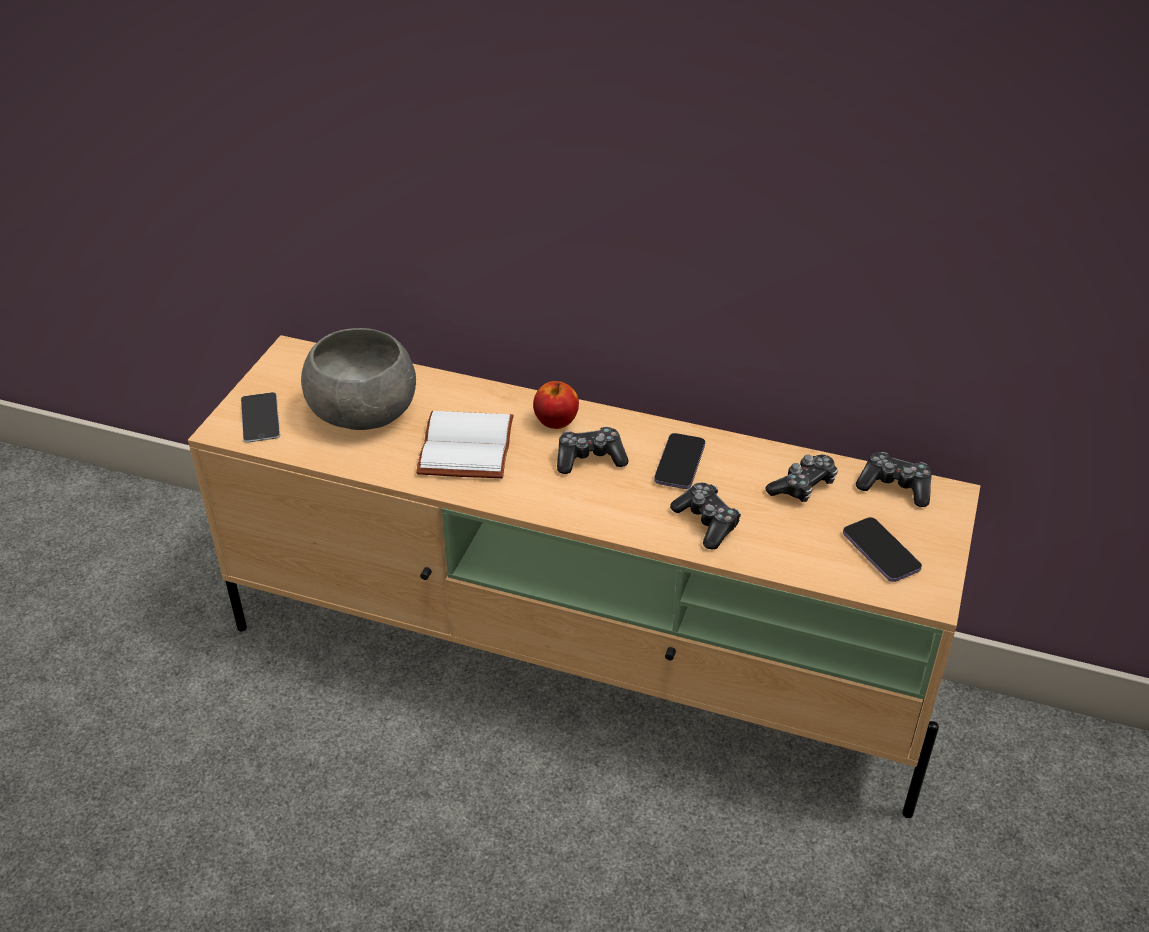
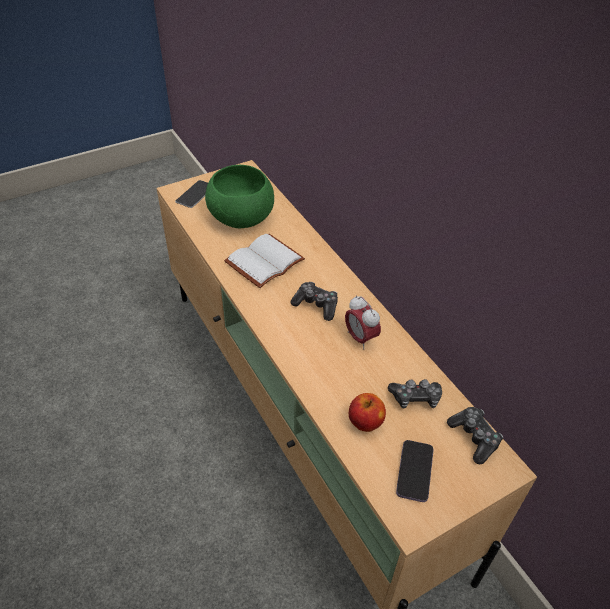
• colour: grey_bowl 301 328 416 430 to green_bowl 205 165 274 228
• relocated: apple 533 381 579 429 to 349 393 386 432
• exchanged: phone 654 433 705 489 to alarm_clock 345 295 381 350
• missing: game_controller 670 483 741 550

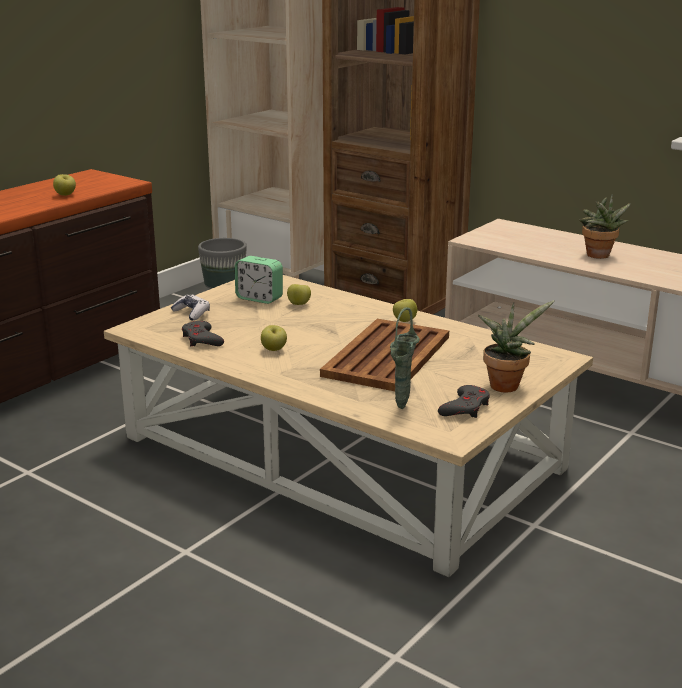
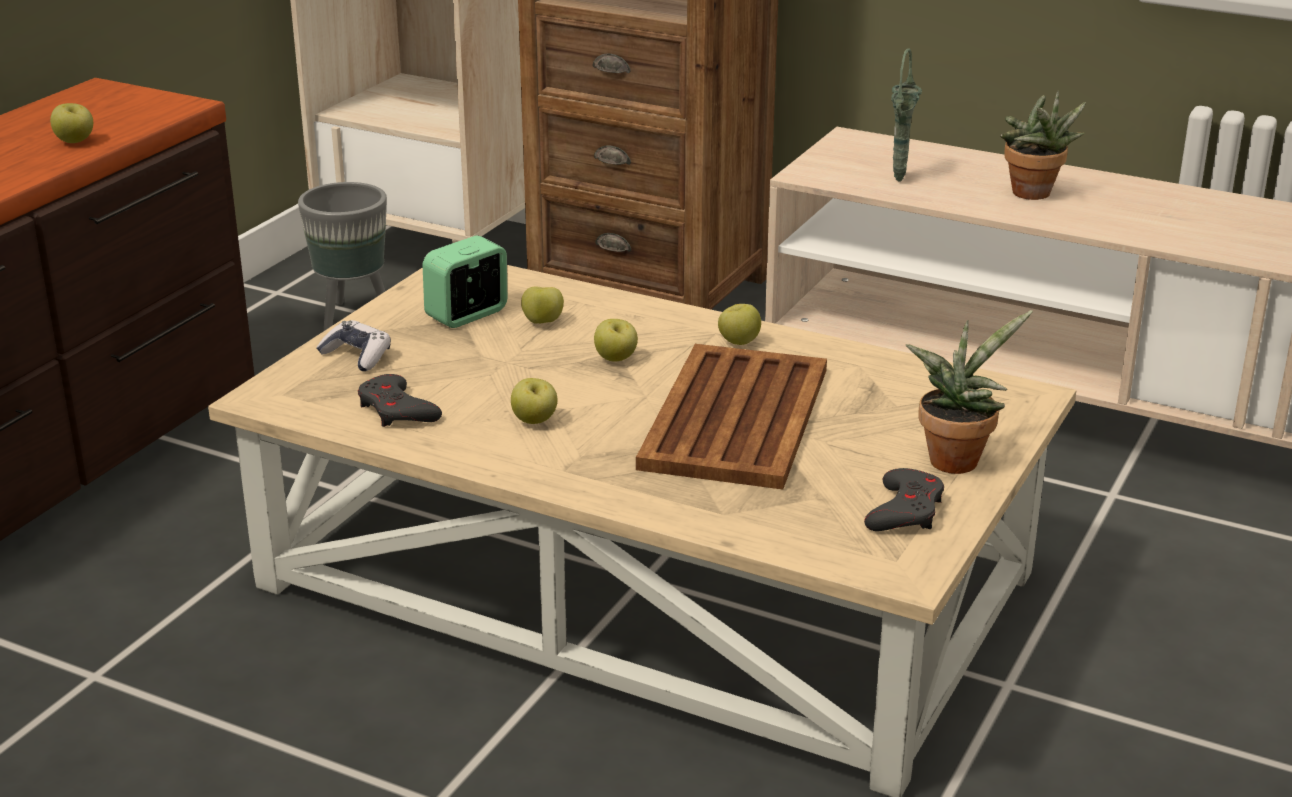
• spun: alarm_clock 235 256 283 304 = 423 235 507 328 120 degrees clockwise
• relocated: green_vase 390 307 420 409 to 891 48 922 182
• appeared: apple 594 319 638 362

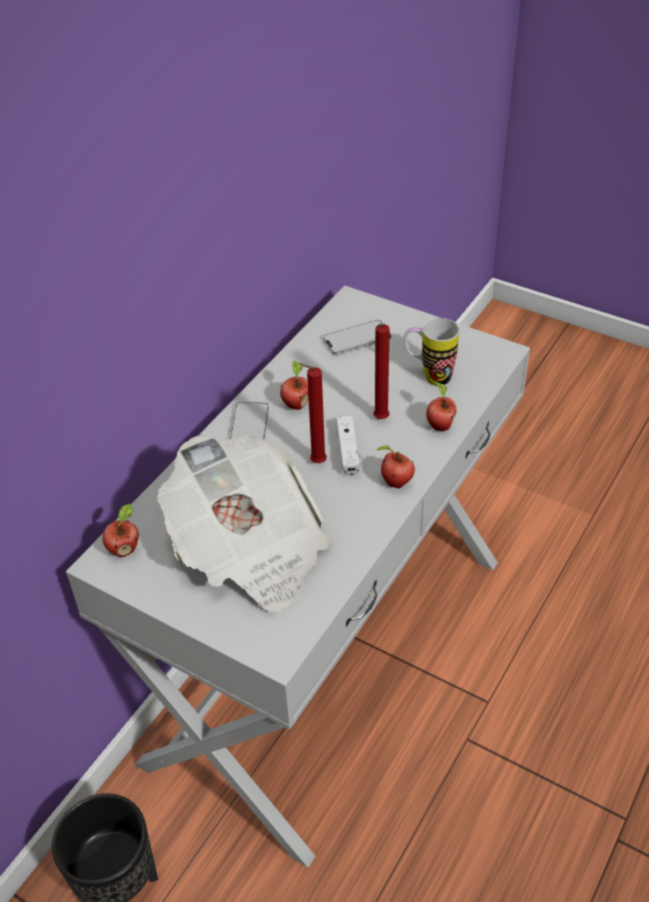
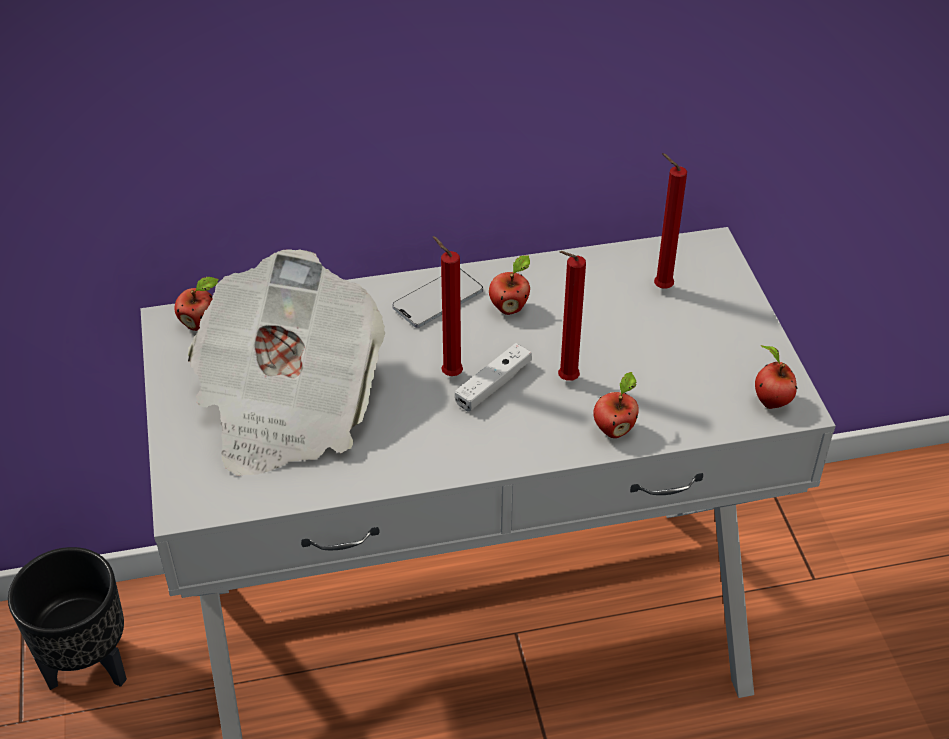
• exchanged: phone 323 320 391 355 to red_candle 654 153 687 289
• relocated: apple 376 445 415 488 to 755 345 797 409
• missing: mug 404 318 459 386

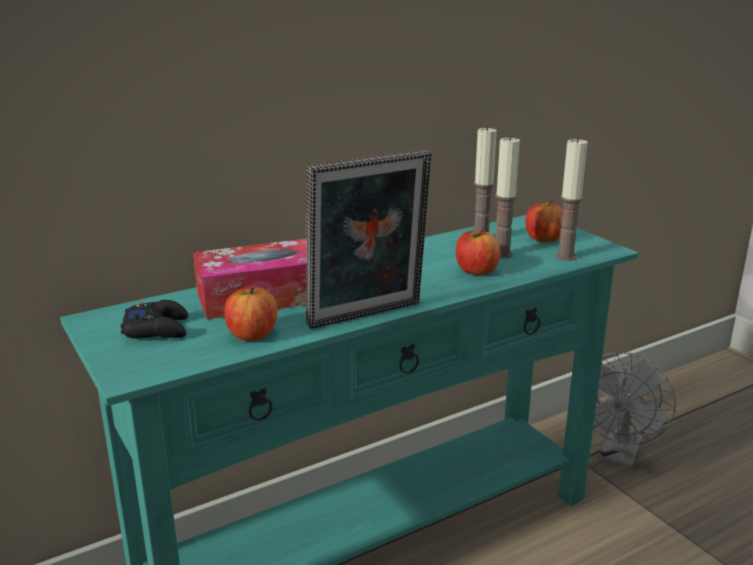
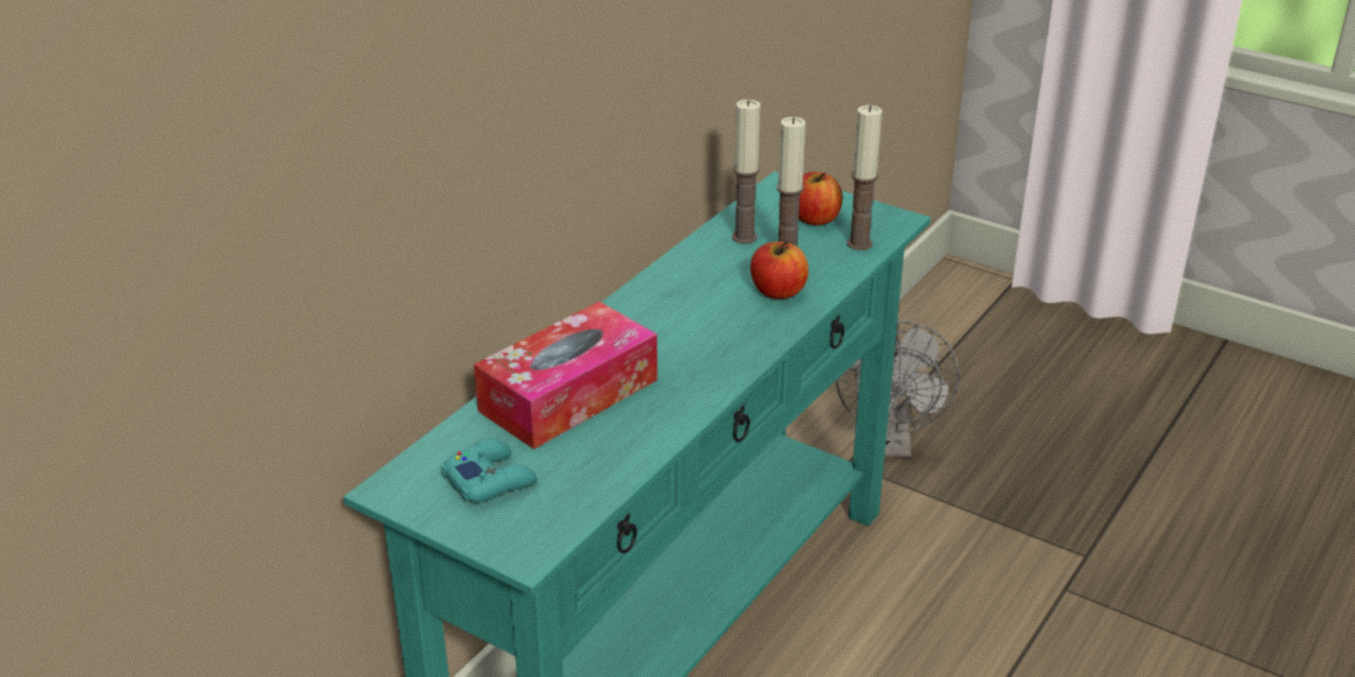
• colour: black_game_controller 121 300 188 339 to turquoise_game_controller 441 438 537 503
• missing: apple 224 286 277 341
• missing: picture_frame 306 149 432 329

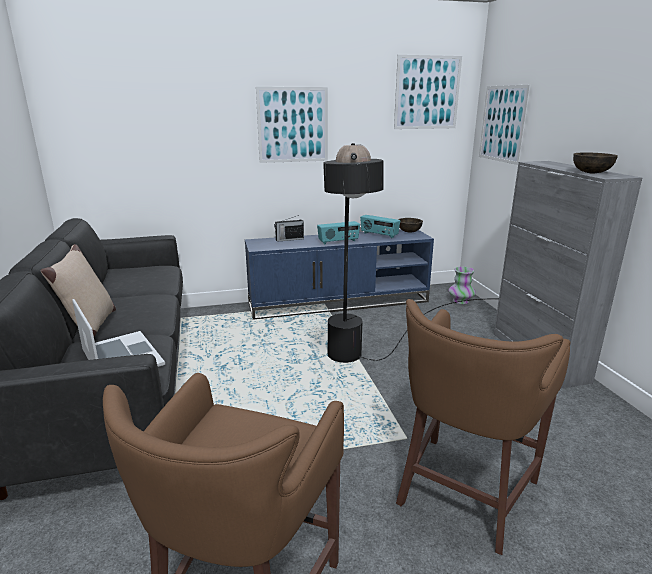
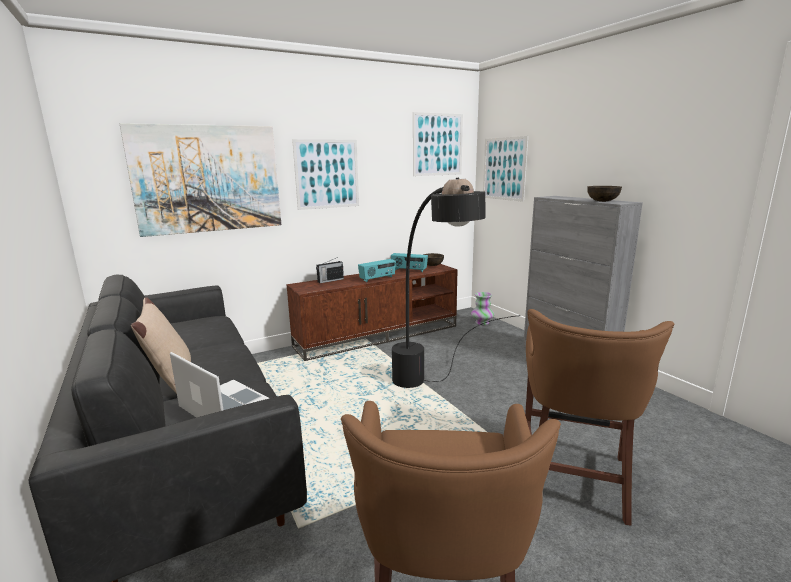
• colour: blue_tv_stand 245 229 434 320 to brown_tv_stand 286 264 458 361
• appeared: picture 119 123 281 237

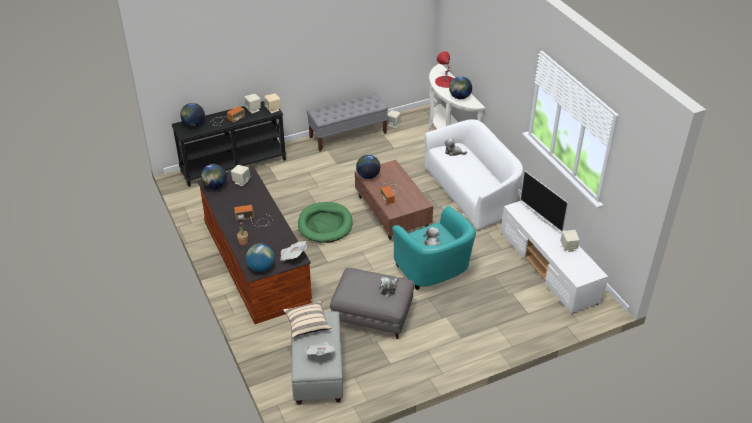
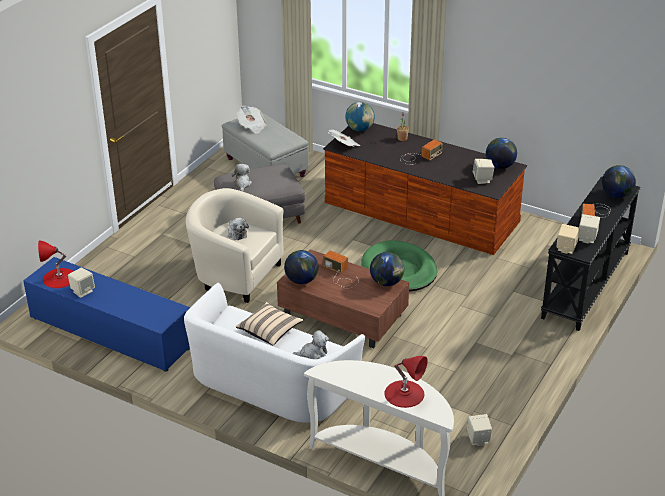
• relocated: beige_pillow 283 301 331 338 to 236 302 304 346
• missing: grey_bench 307 93 388 151
• colour: turquoise_armchair 392 206 476 290 to beige_armchair 186 188 284 303
• relocated: globe 449 76 472 100 to 284 250 319 284
• colour: white_tv_stand 501 201 608 314 to blue_tv_stand 23 257 190 372
• missing: television 520 170 568 231
• appeared: red_table_lamp 38 241 74 288

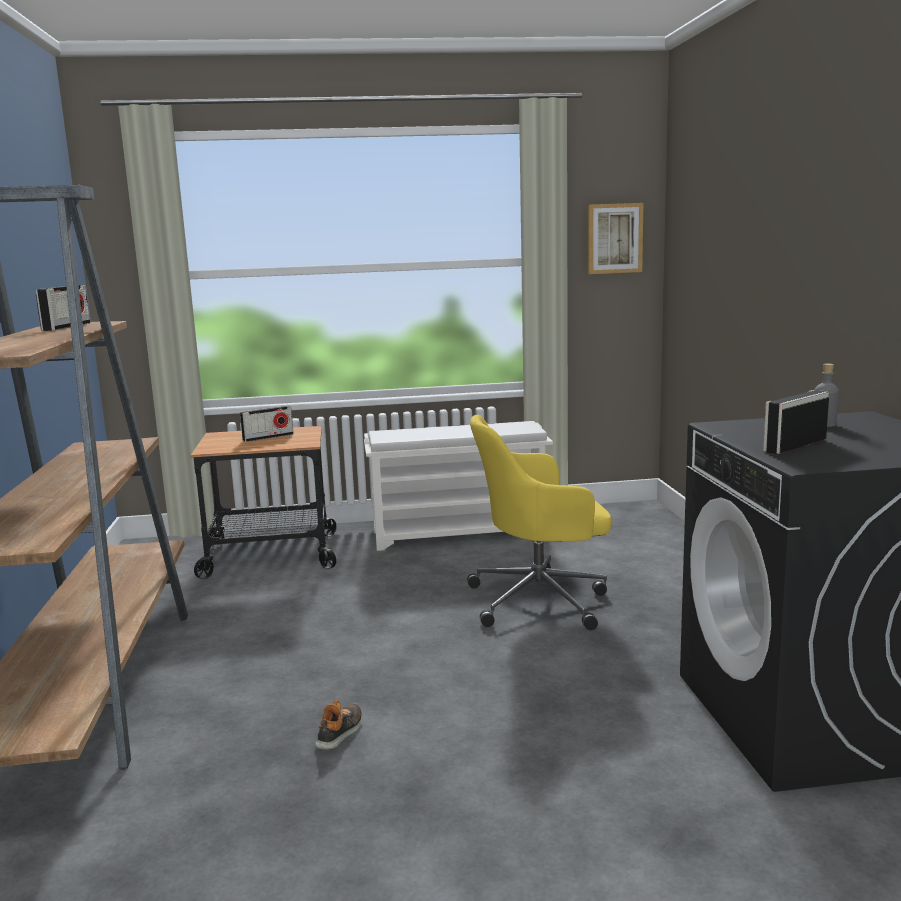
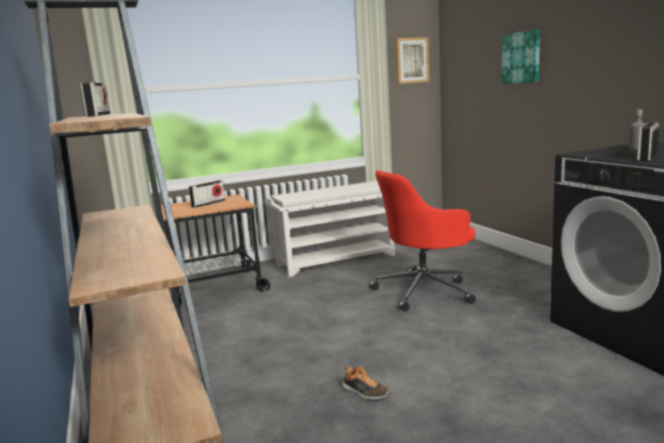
• spun: shoe 315 700 362 750 = 343 366 391 400 120 degrees clockwise
• colour: yellow_office_chair 467 415 612 630 to red_office_chair 369 170 476 312
• appeared: picture 502 29 540 84

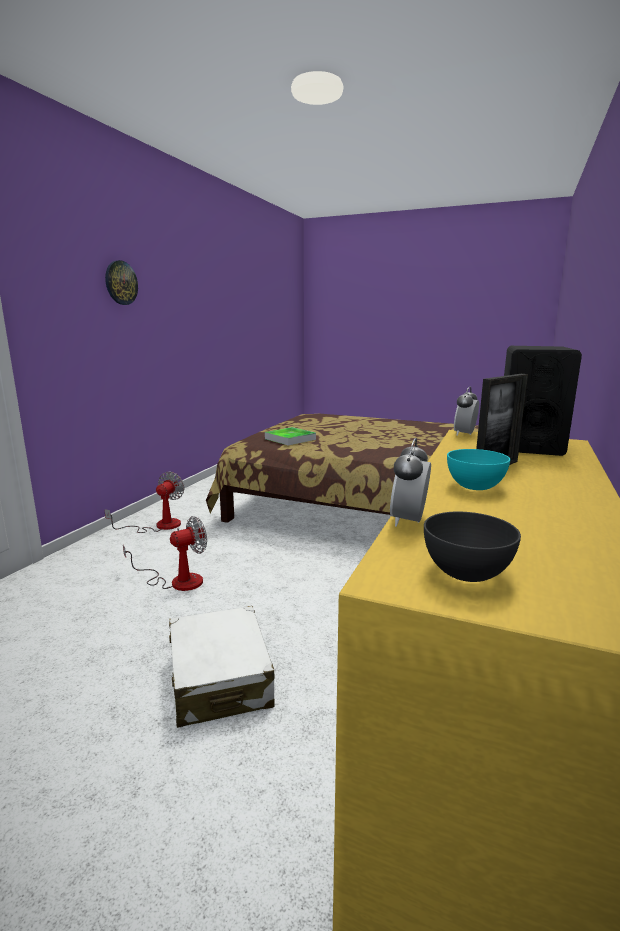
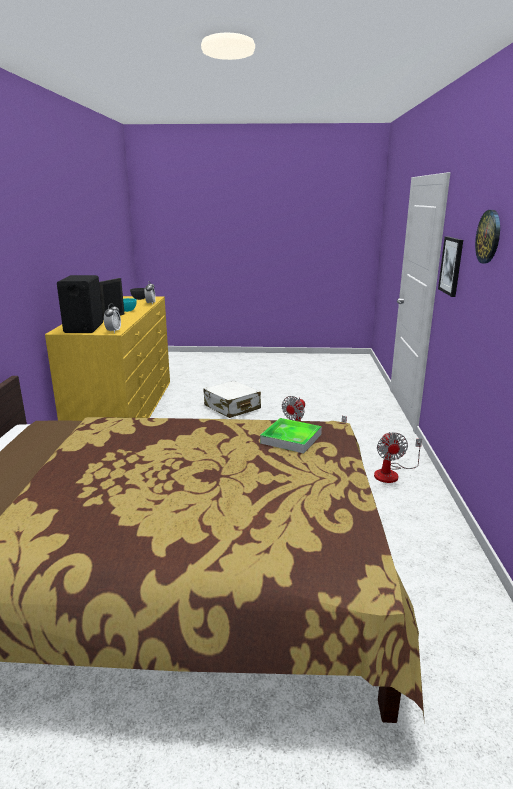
• appeared: picture 438 237 463 297

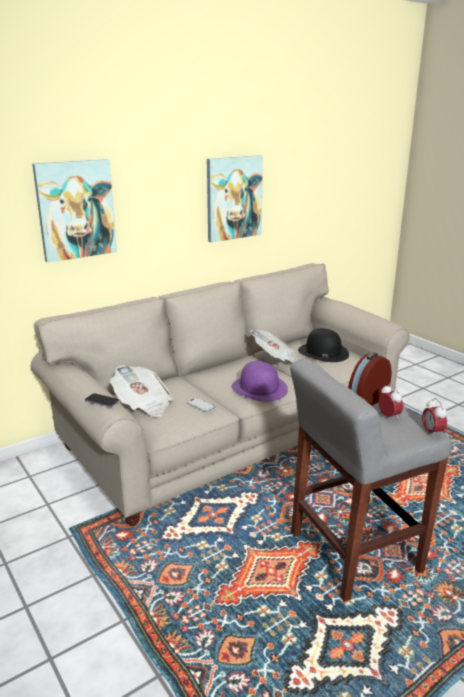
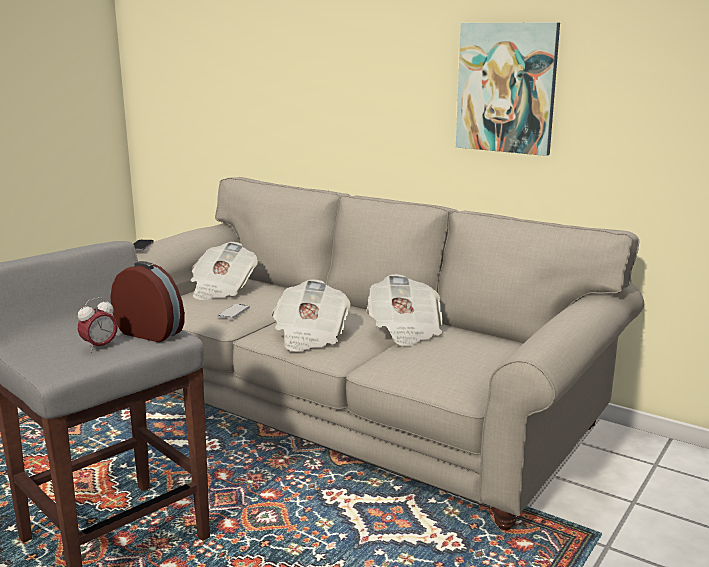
• missing: picture 32 159 117 263
• exchanged: purple_hat 231 361 288 401 to newspaper 272 279 351 351
• missing: black_hat 298 328 349 362
• missing: alarm_clock 422 398 447 438

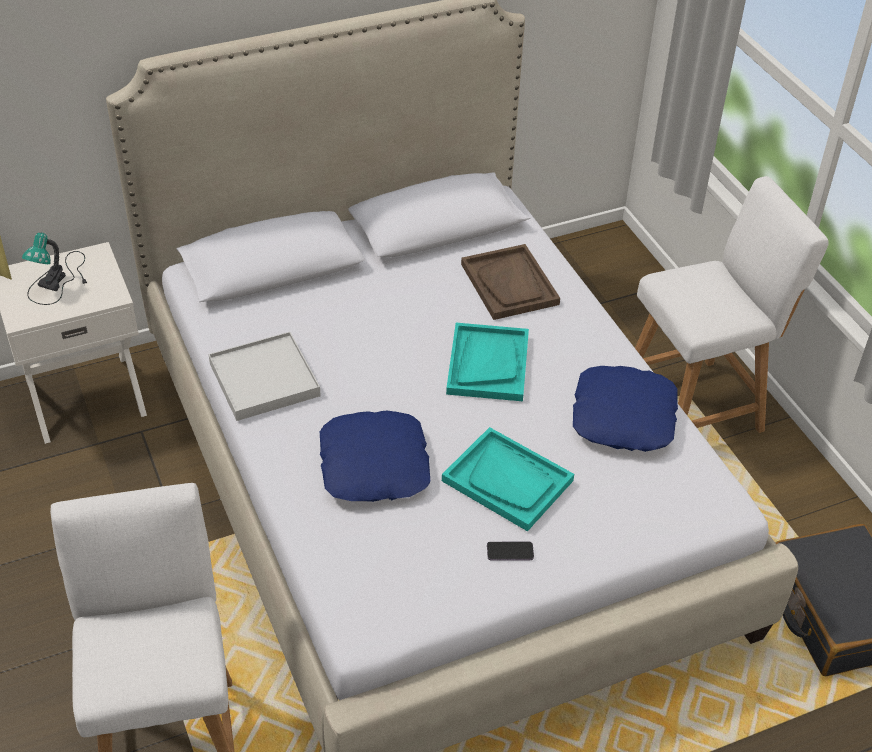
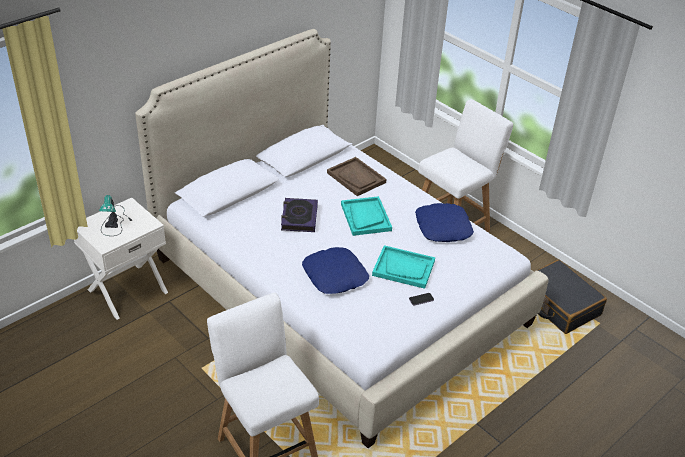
• missing: white_tray 208 332 321 421
• appeared: book 281 198 318 232

